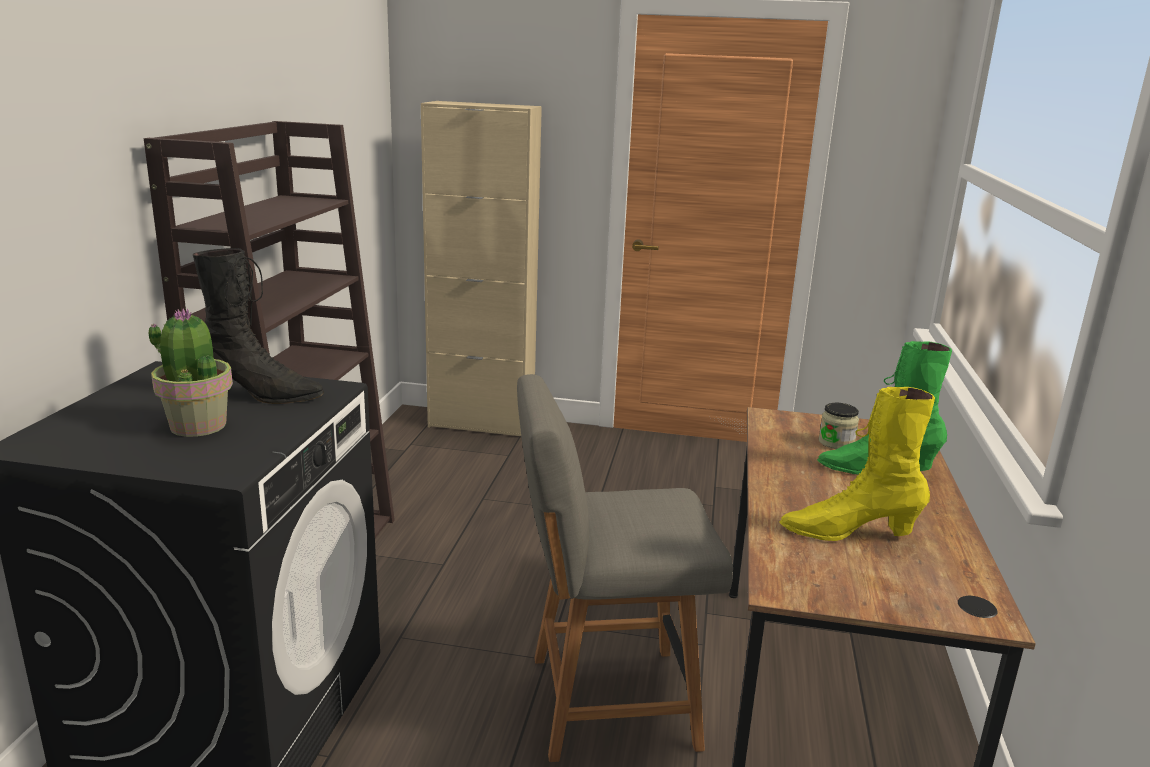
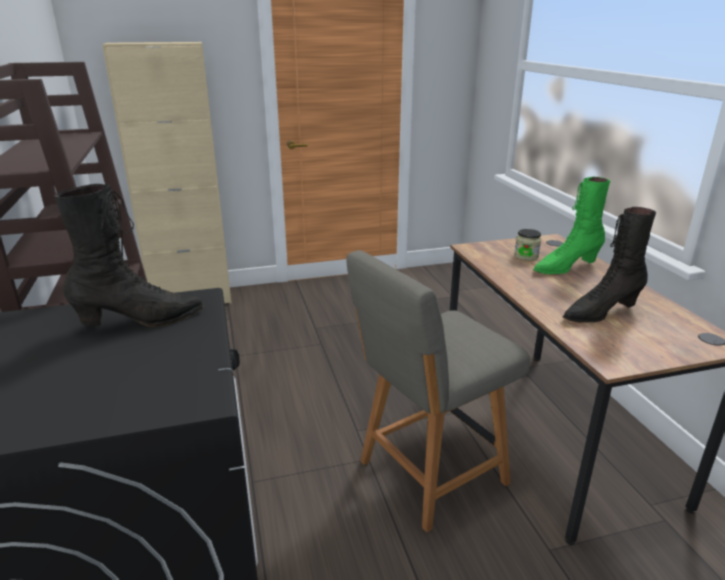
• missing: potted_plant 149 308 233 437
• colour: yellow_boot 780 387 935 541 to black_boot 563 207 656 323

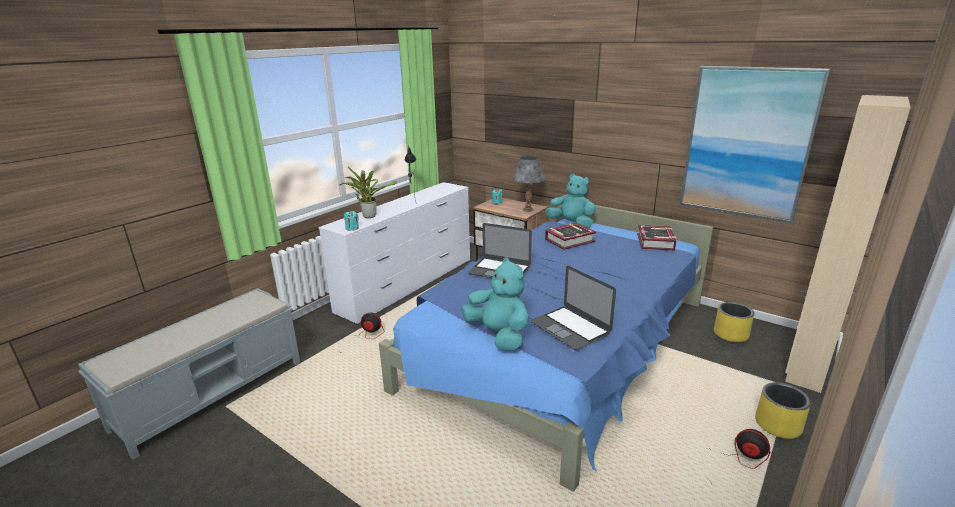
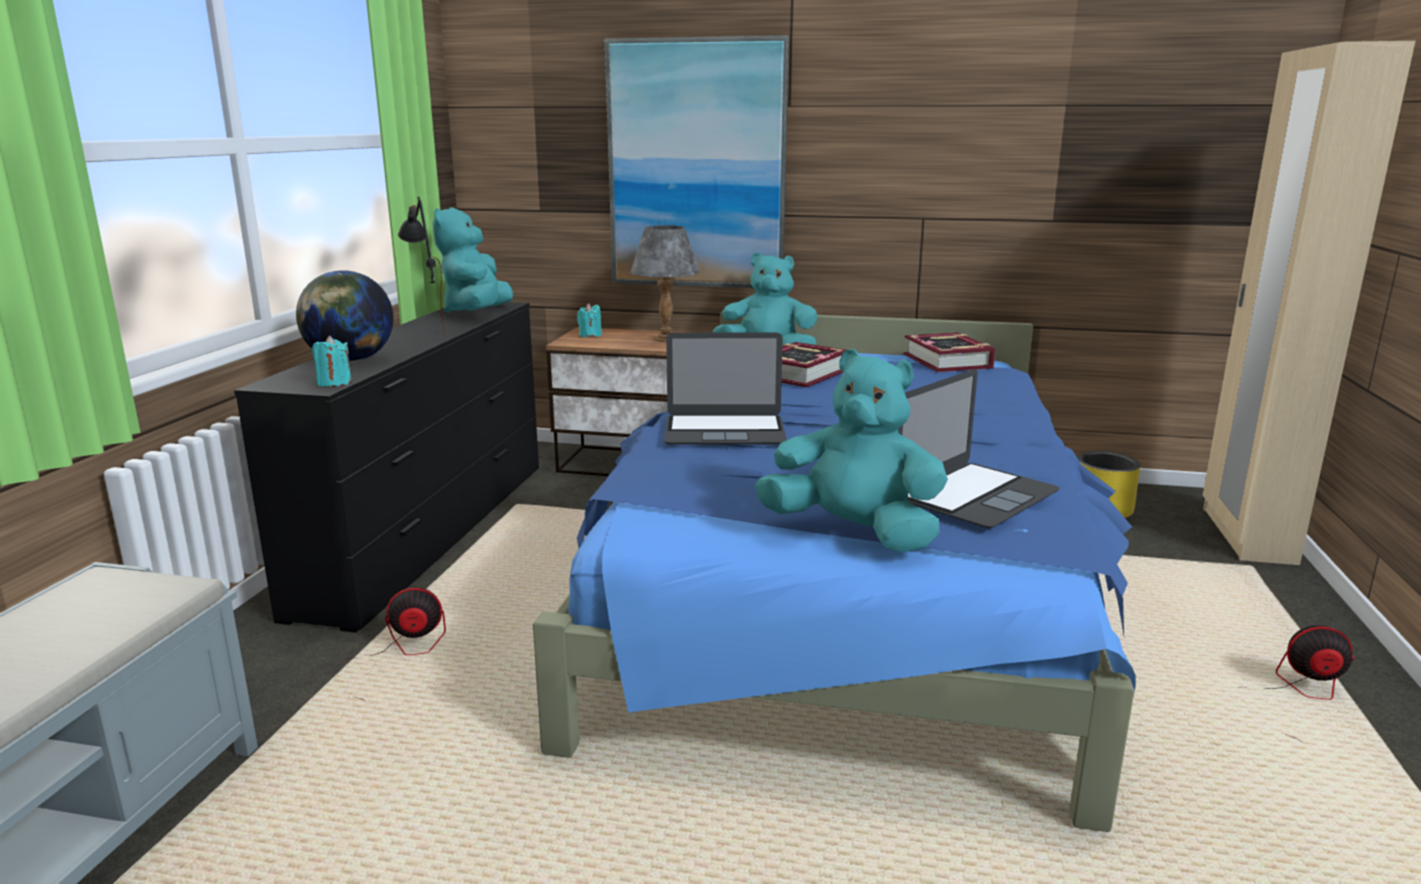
• colour: white_dresser 319 182 470 324 to black_dresser 234 302 539 633
• exchanged: potted_plant 340 167 397 218 to globe 296 270 394 362
• spun: laptop 531 266 616 350 = 898 369 1060 528 75 degrees counterclockwise
• relocated: picture 680 66 830 223 to 605 35 789 288
• missing: yellow_planter 755 382 811 439
• appeared: turquoise_plush_toy 432 207 513 313

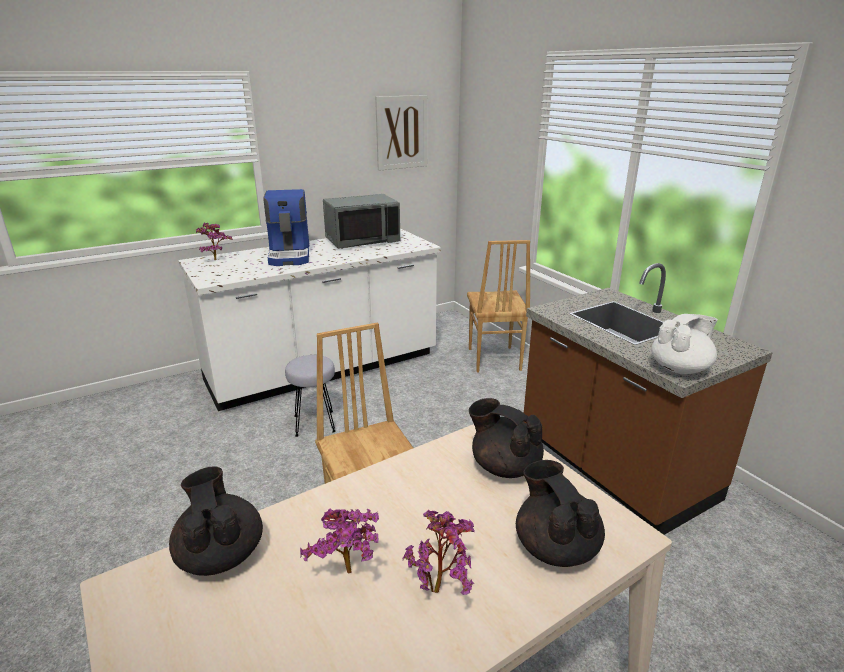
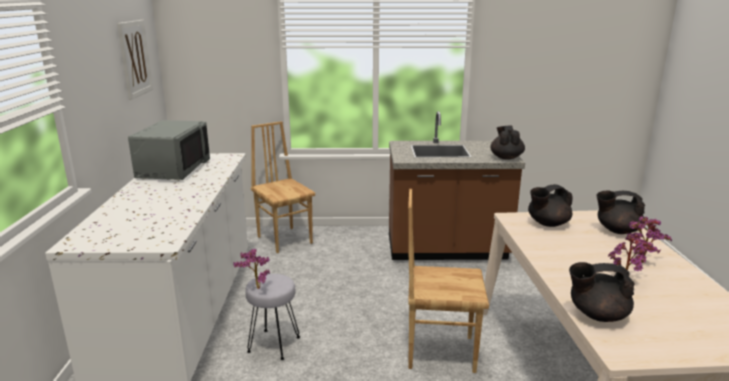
• relocated: potted_plant 196 222 233 260 to 234 249 270 289
• missing: coffee_machine 263 189 309 266
• spun: brown_chair 467 240 530 372 = 251 121 315 253 150 degrees counterclockwise
• colour: white_teapot 651 314 718 374 to black_teapot 490 126 525 160

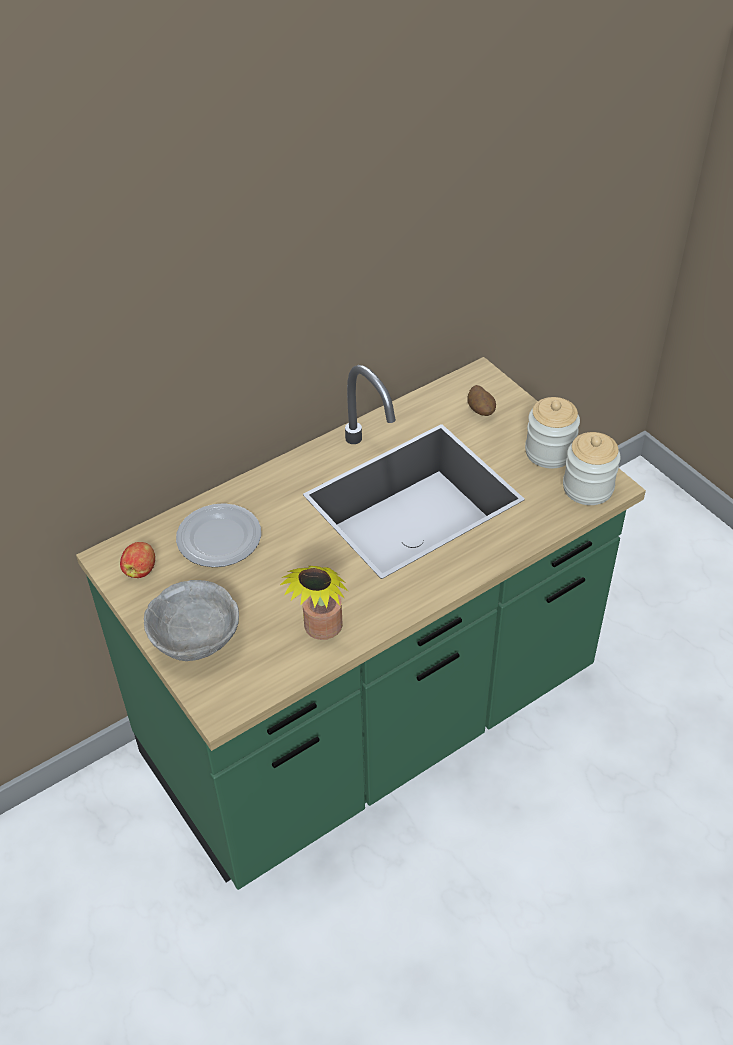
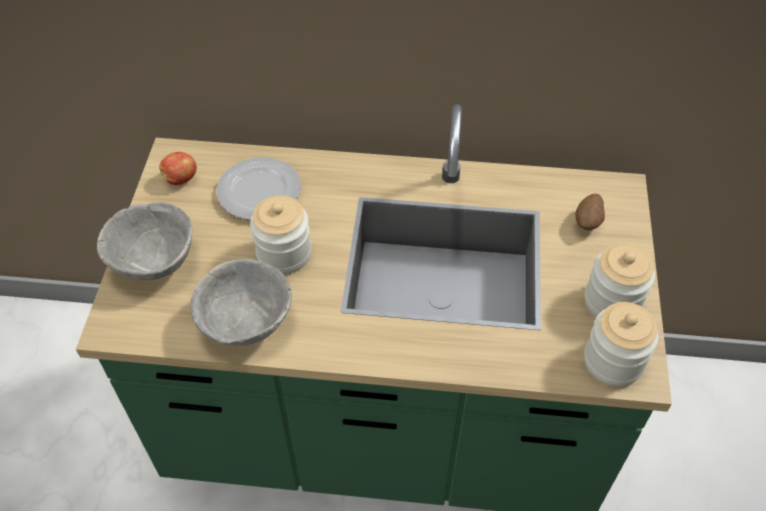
• exchanged: potted_plant 280 566 348 640 to grey_bowl 190 259 292 346
• appeared: jar 250 196 311 274

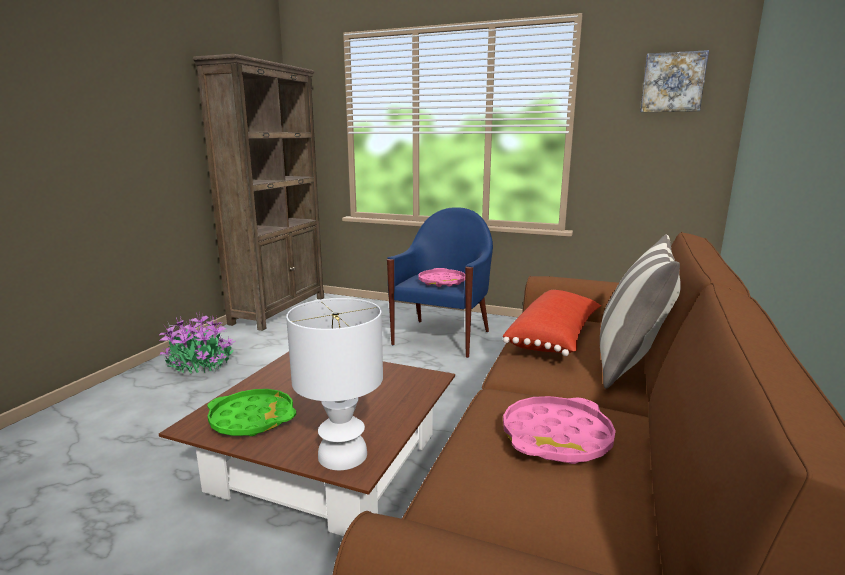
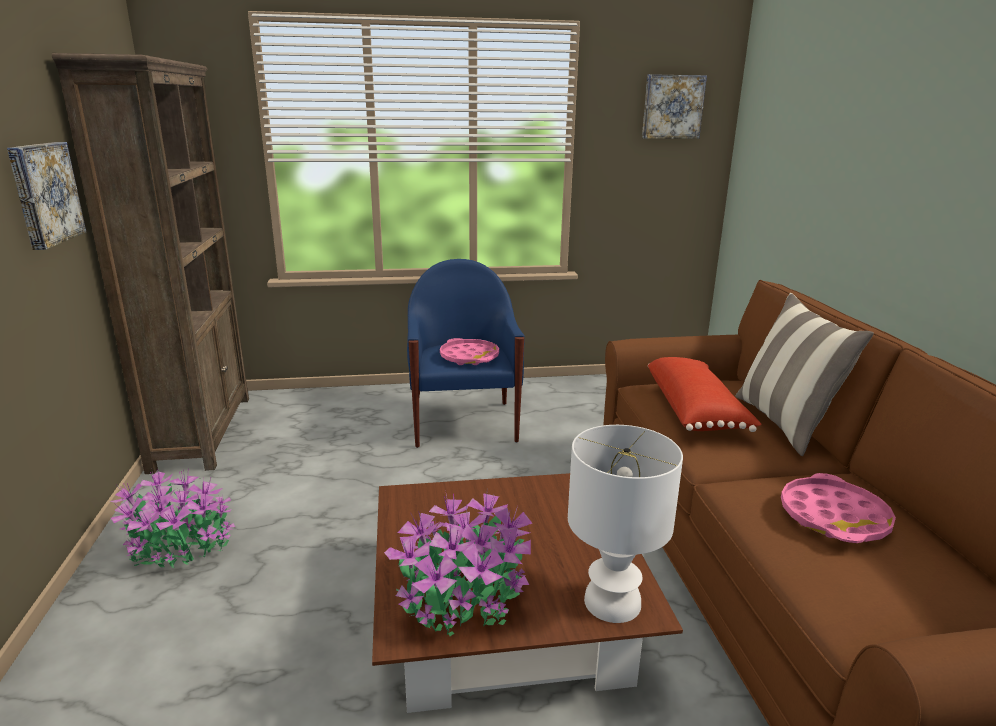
• exchanged: green_tray 207 389 296 436 to potted_plant 384 493 532 636
• appeared: picture 7 142 86 250

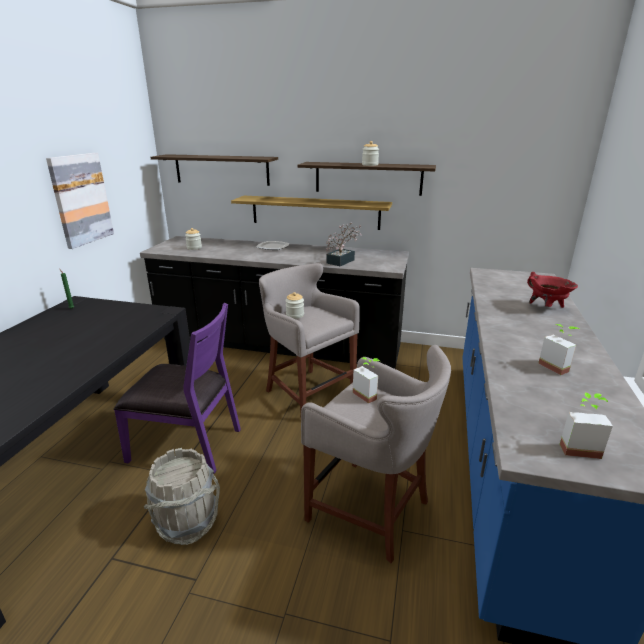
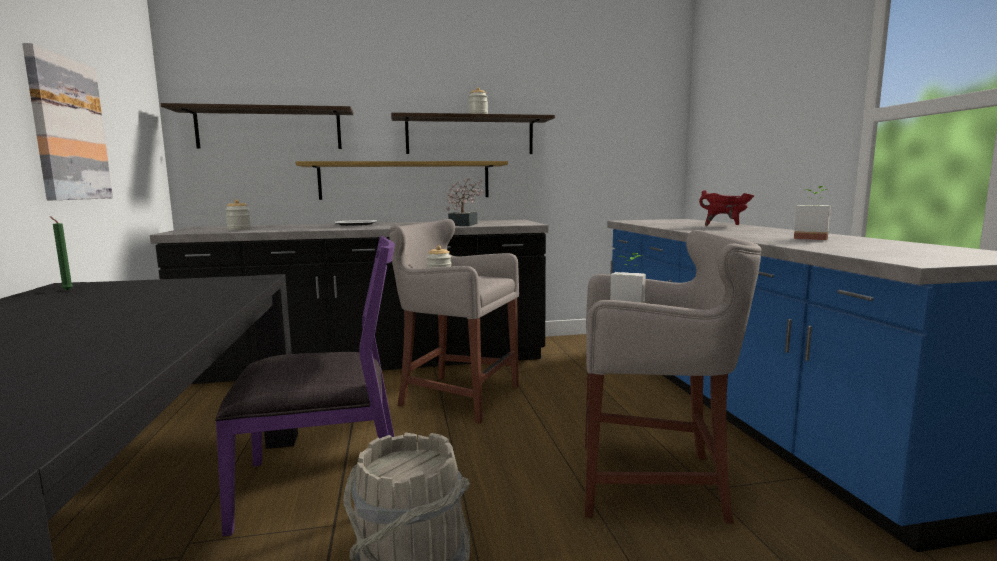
• missing: potted_plant 560 392 613 459

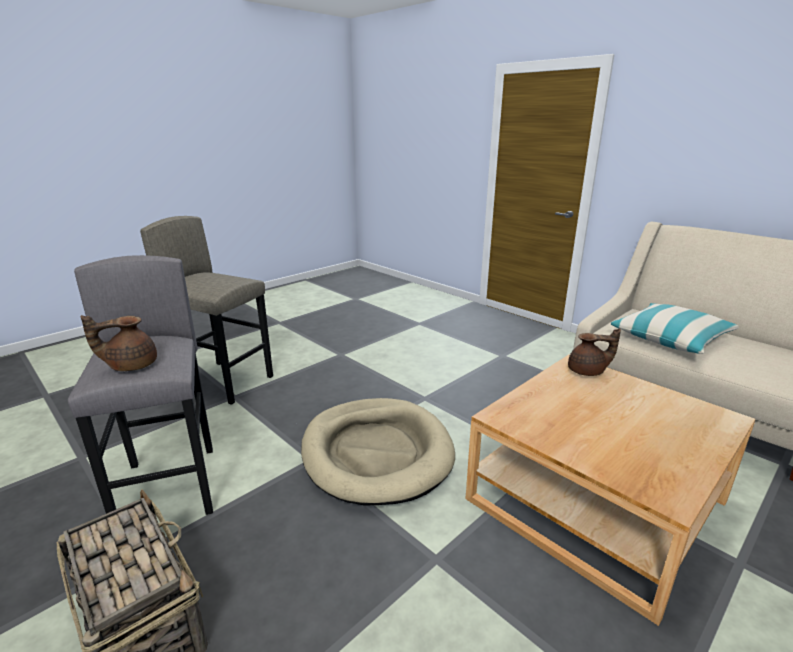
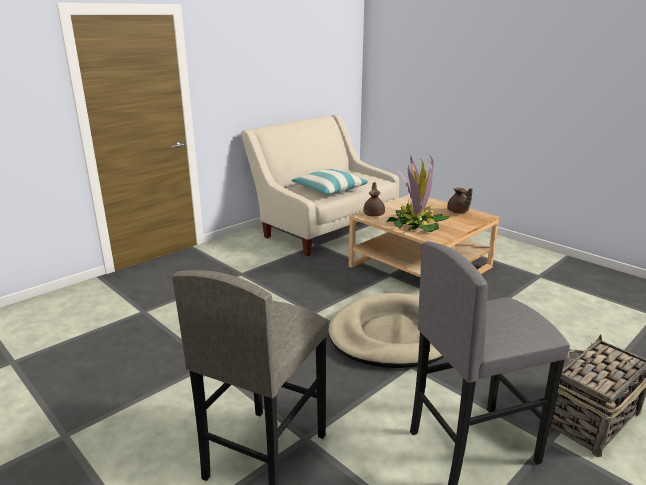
• relocated: brown_teapot 81 315 157 371 to 447 188 473 213
• appeared: potted_plant 386 155 449 232

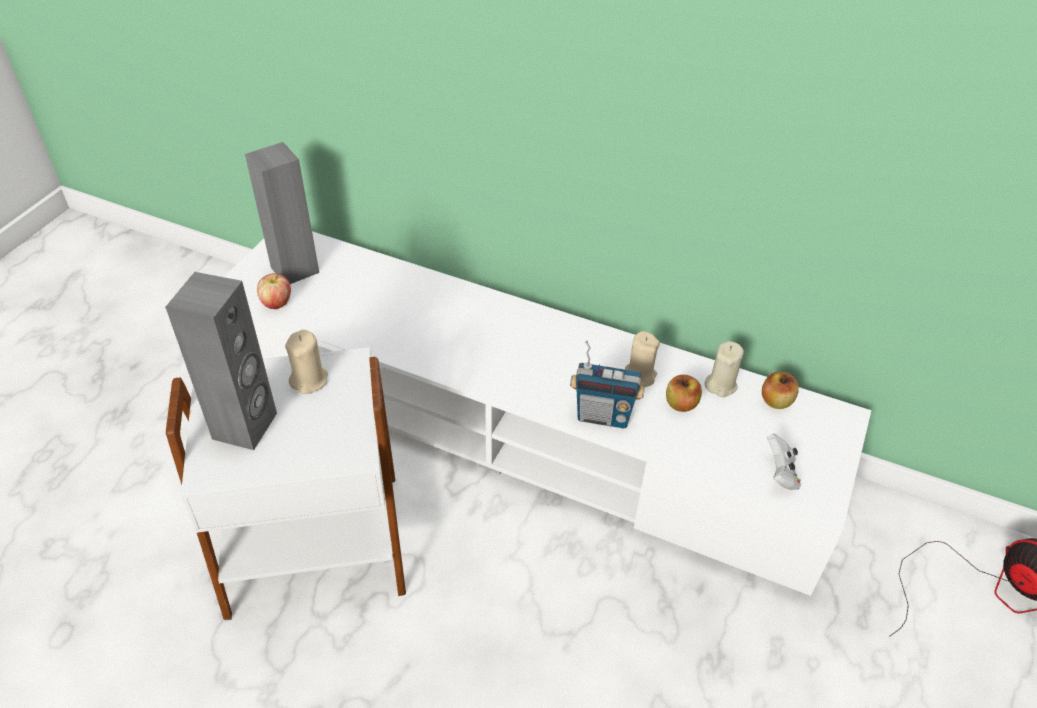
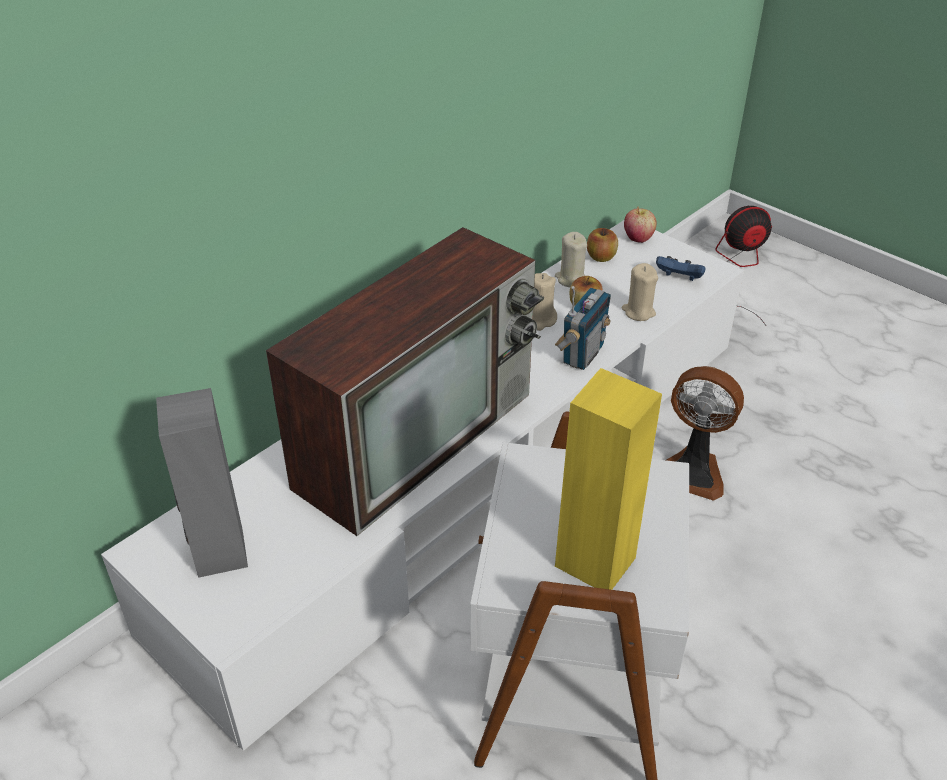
• colour: grey_speaker 165 272 277 450 to yellow_speaker 555 368 662 590
• relocated: apple 257 273 291 309 to 624 207 656 243
• relocated: beige_candle 285 330 328 394 to 622 263 658 321
• colour: white_game_controller 767 434 801 490 to blue_game_controller 656 256 706 281
• appeared: television 266 227 544 536
• appeared: fan 666 366 744 501

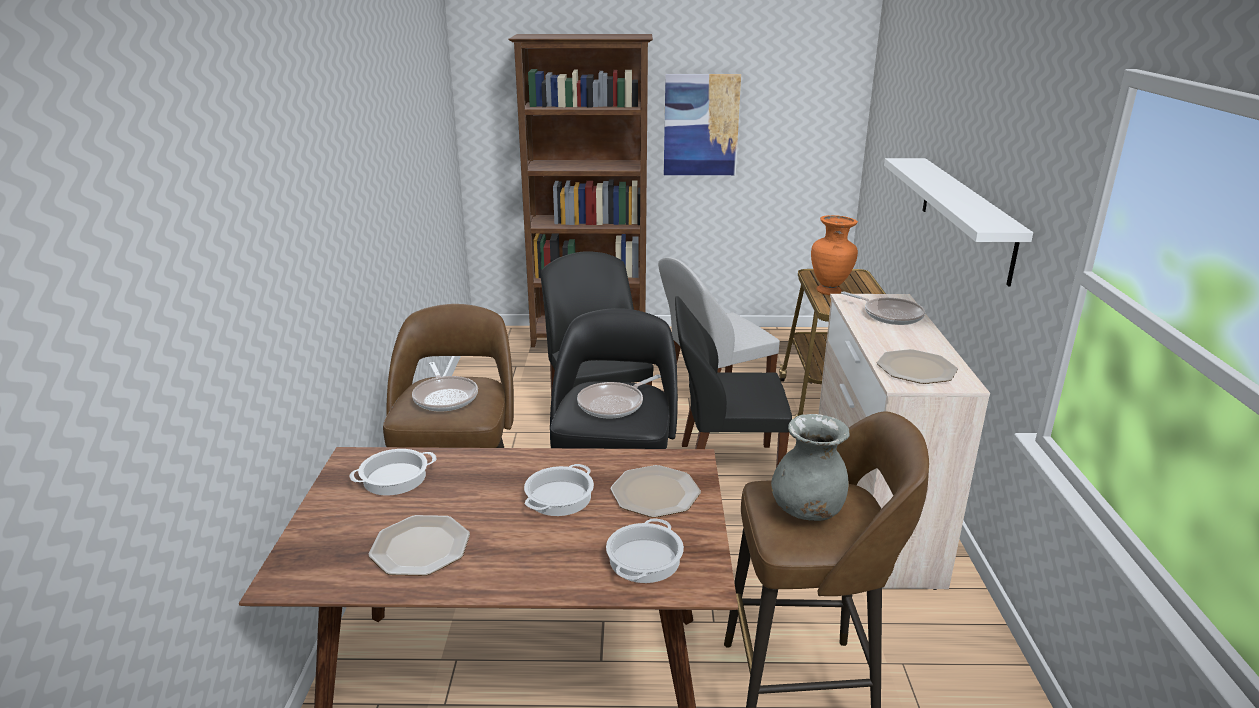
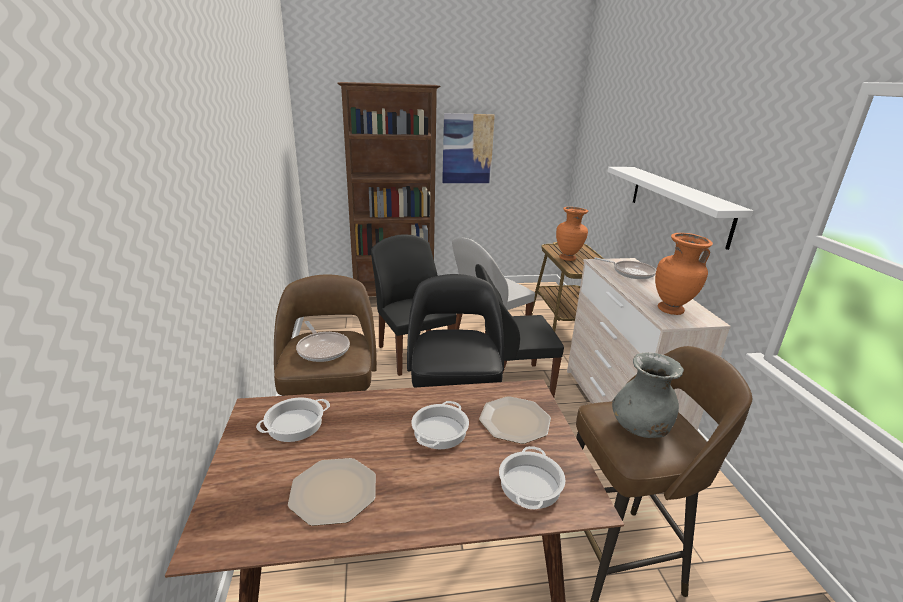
• missing: frying_pan 577 374 661 419
• exchanged: plate 877 349 958 384 to orange_vase 655 233 713 315

